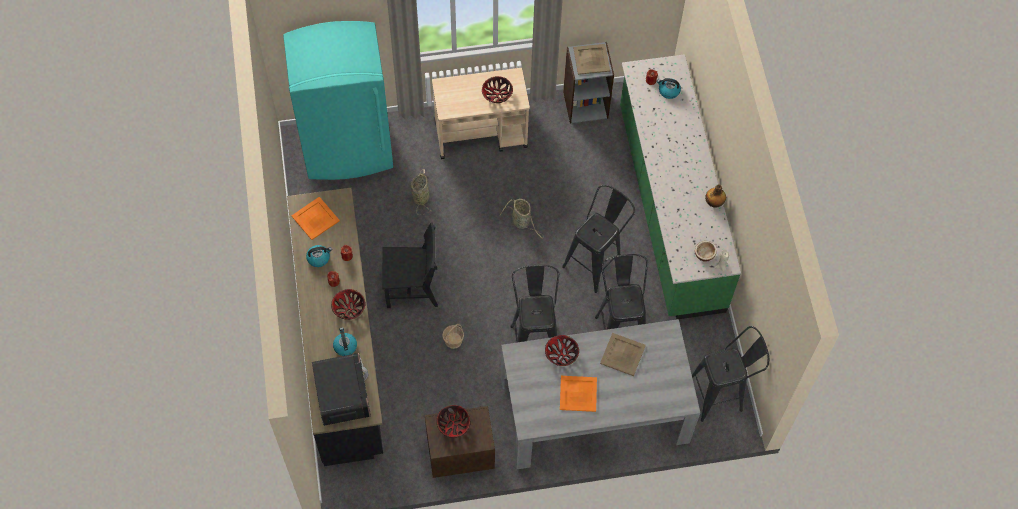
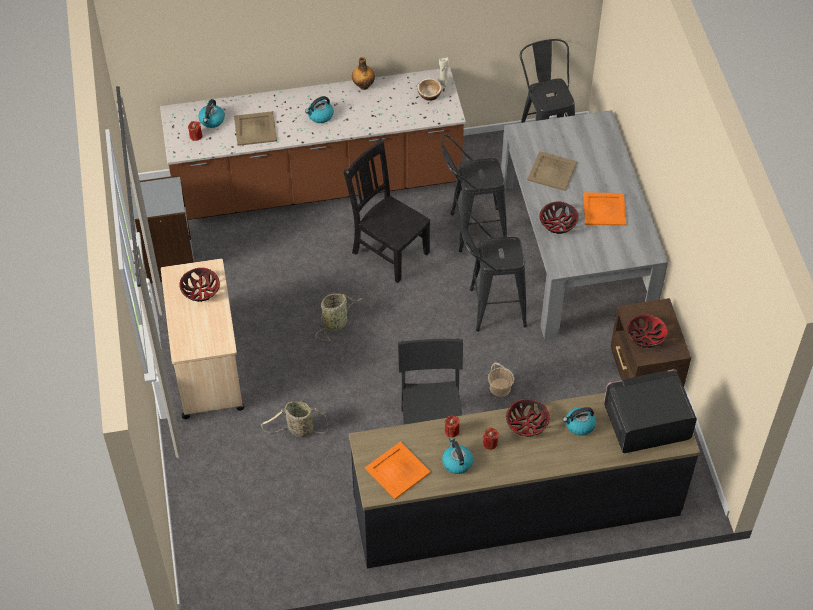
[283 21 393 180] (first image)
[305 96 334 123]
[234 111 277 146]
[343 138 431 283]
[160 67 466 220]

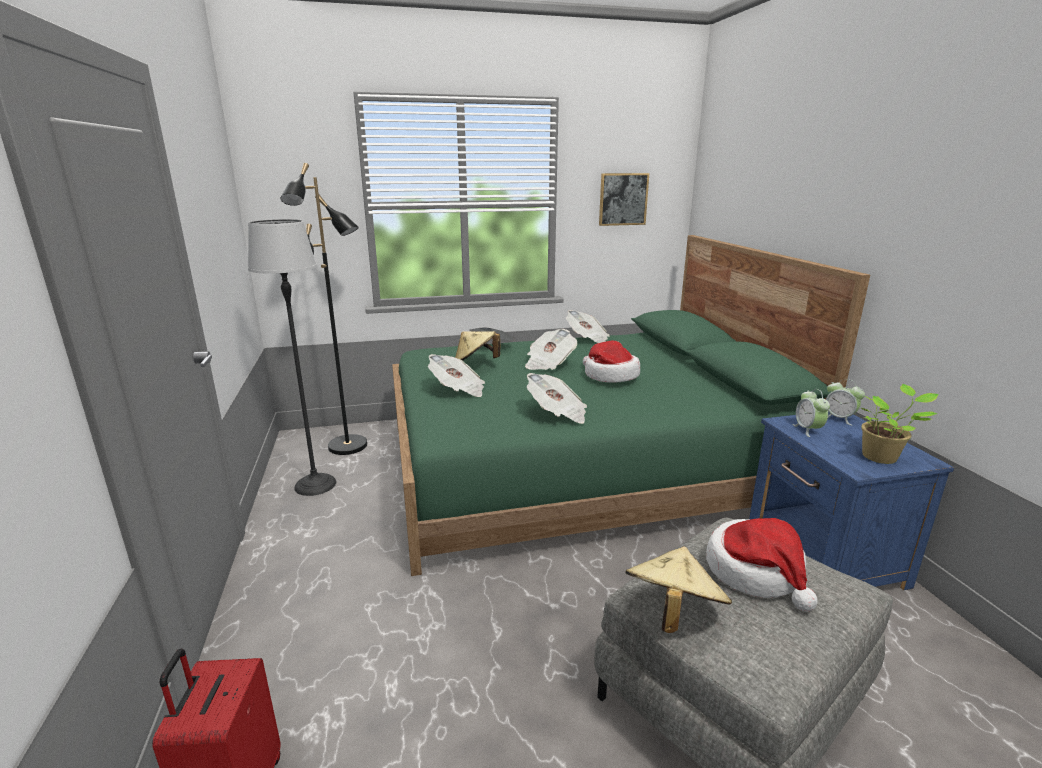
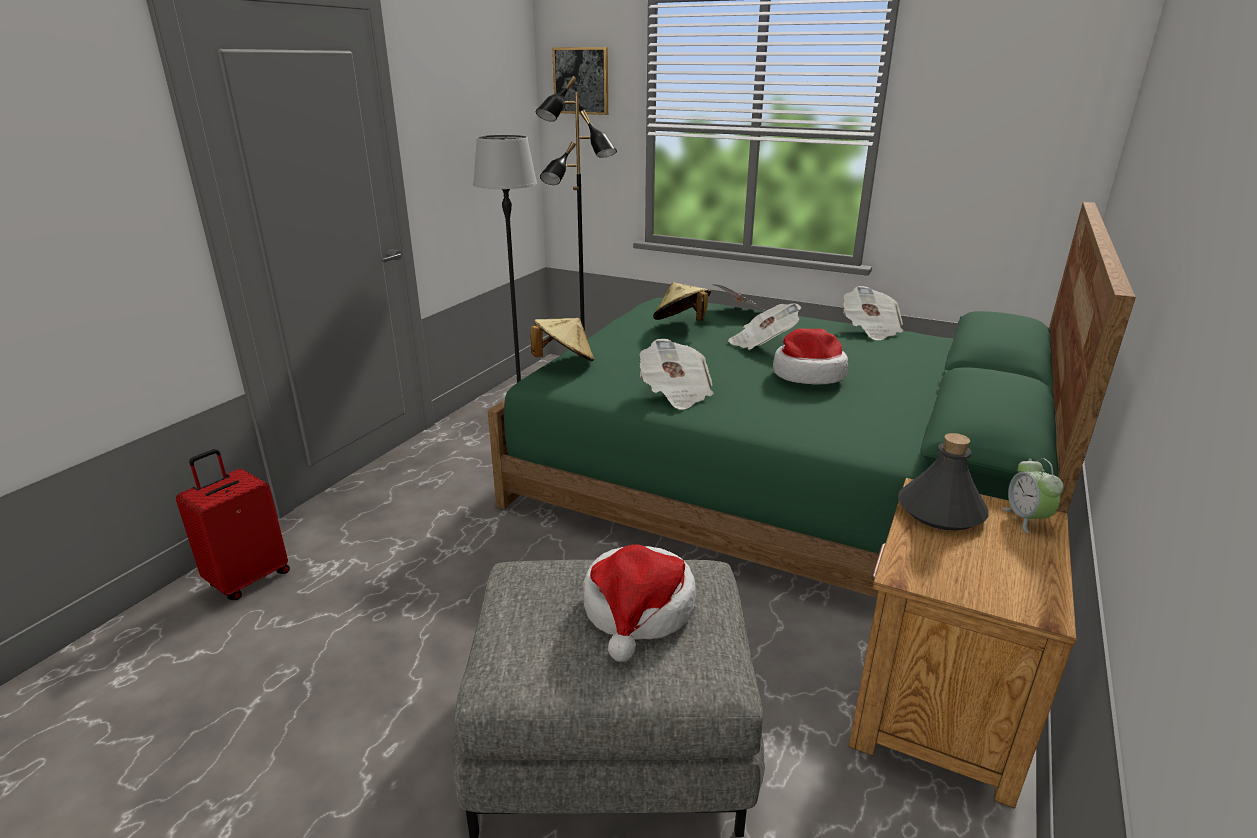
[428 354 485 397] (first image)
[860 384 939 464] (first image)
[552 47 608 115]
[531 318 594 361]
[898 433 989 531]
[848 478 1077 809]

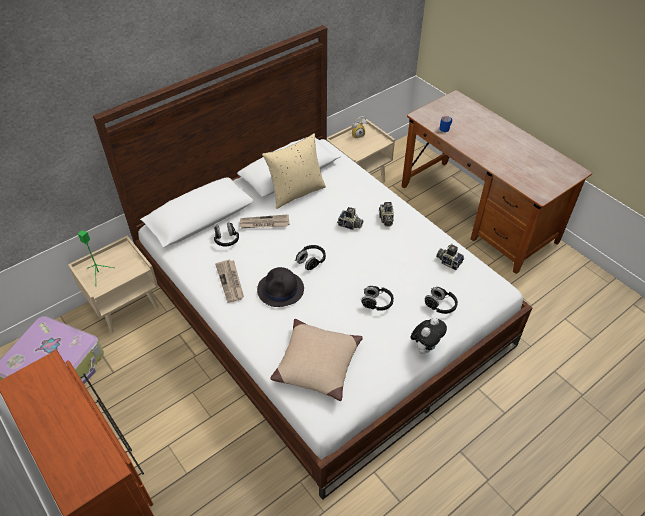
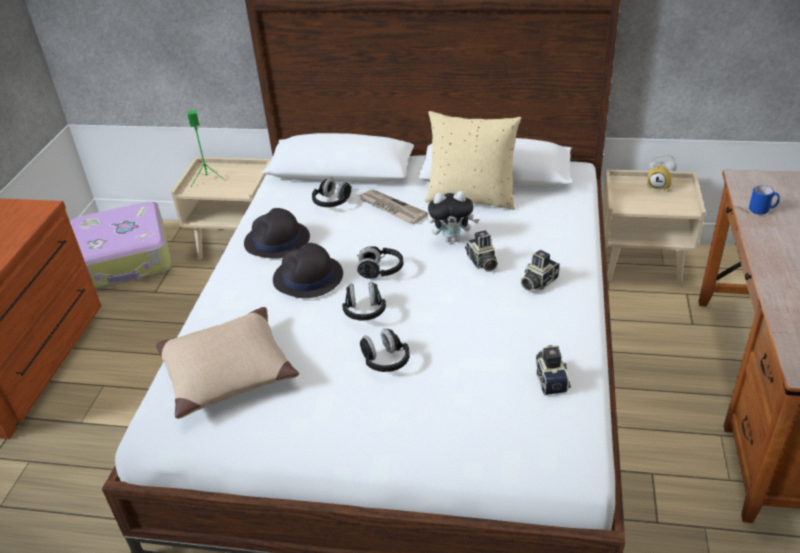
[428 191 479 242]
[342 282 386 321]
[244 208 310 259]

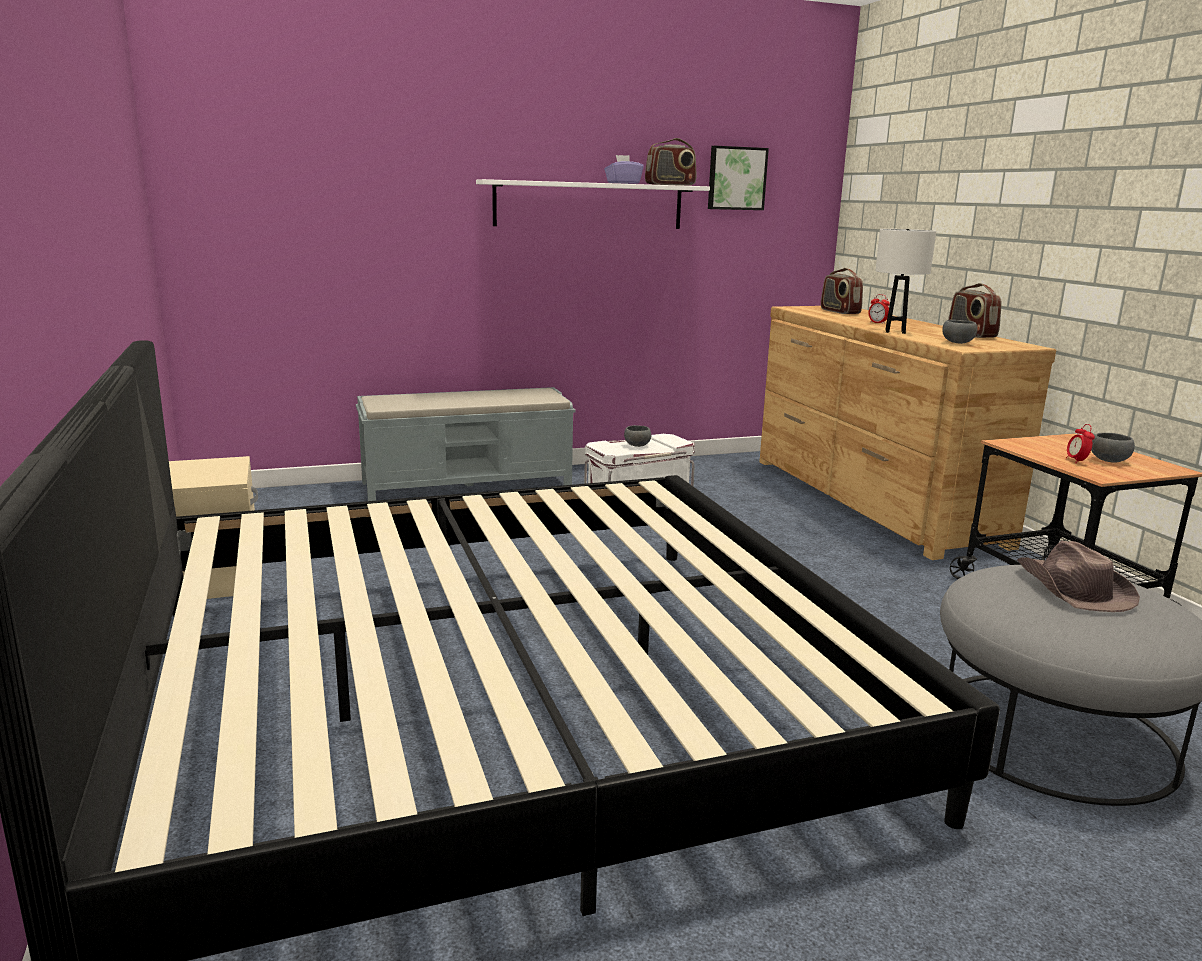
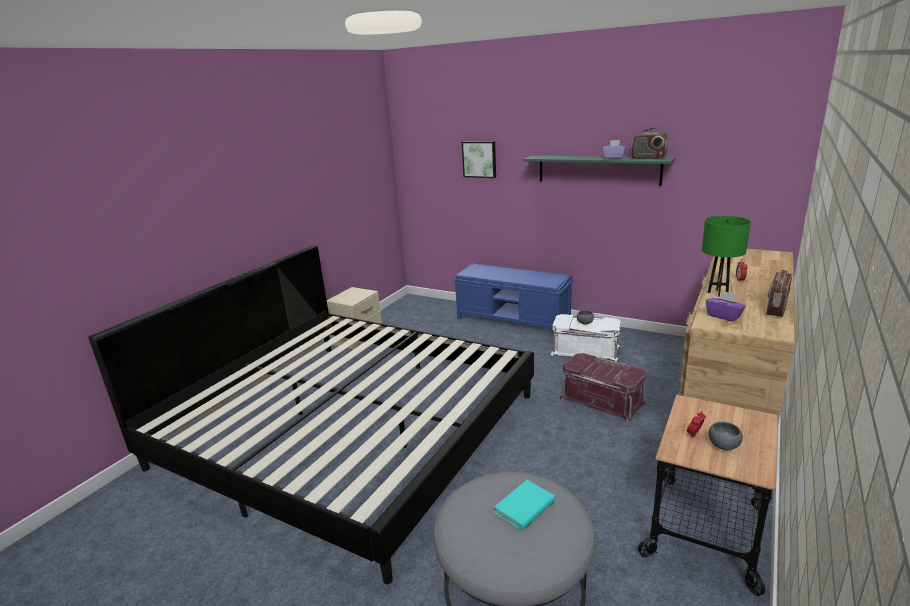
[821 268 863 314] (first image)
[560 353 647 423]
[462 141 496 178]
[706 291 746 322]
[494 480 555 531]
[454 263 573 328]
[523 156 675 186]
[702 216 751 297]

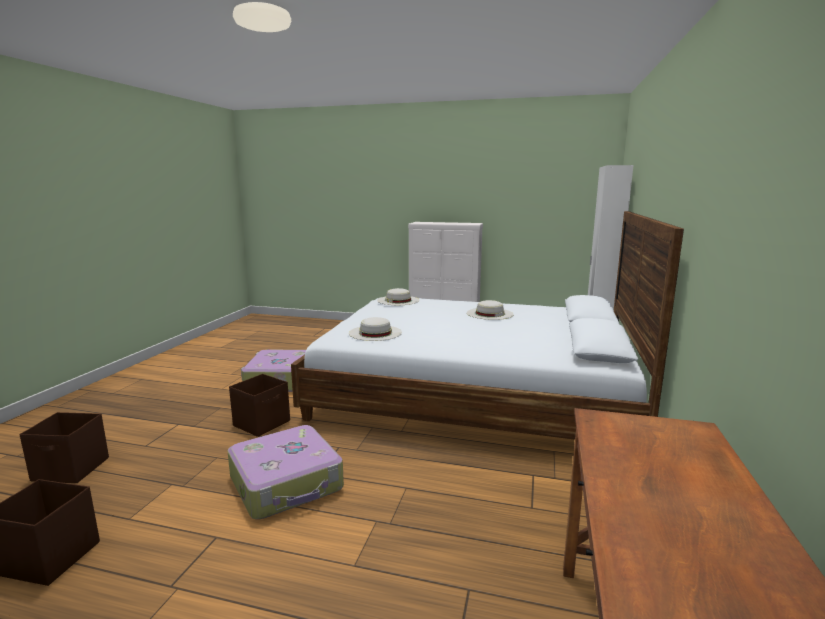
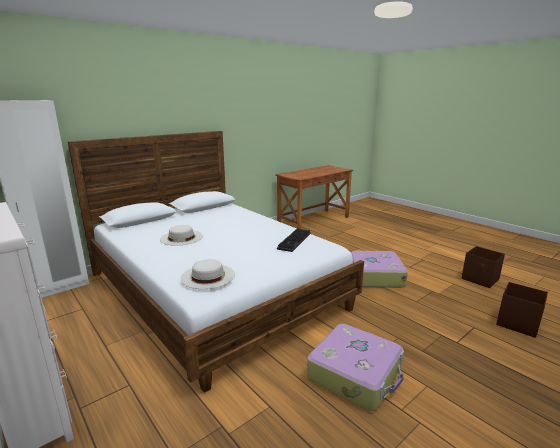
[229 374 290 437] (first image)
[277 228 311 252]

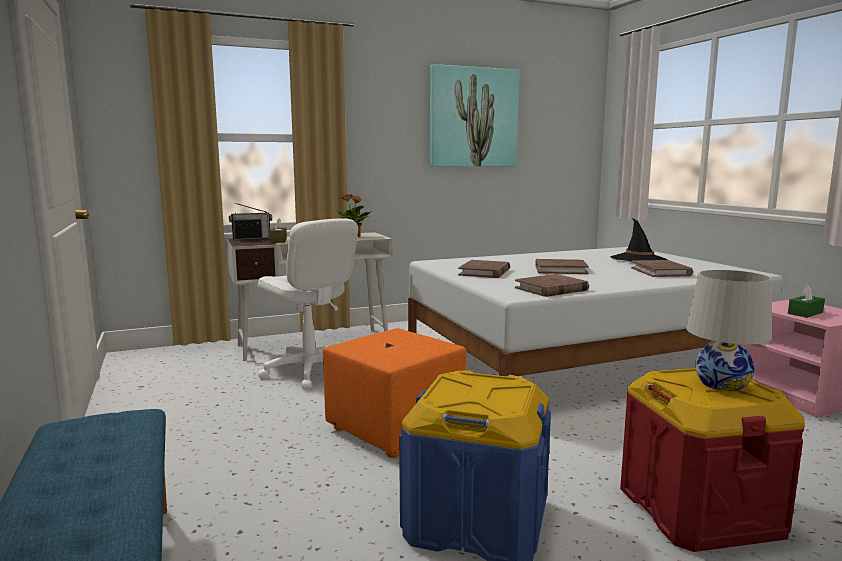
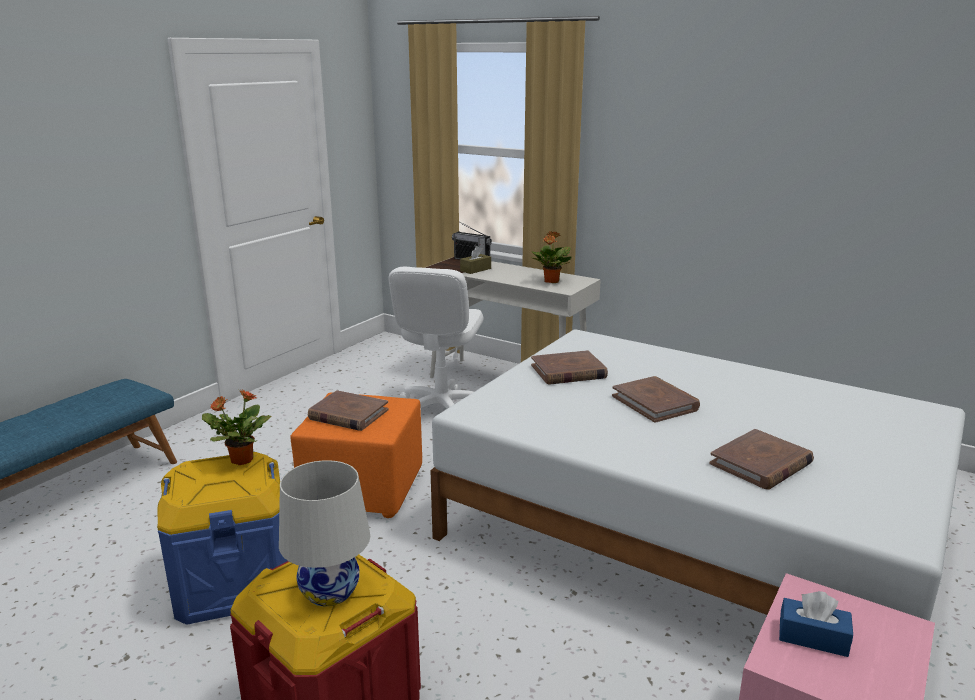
[430 64 519 166] (first image)
[611 218 668 261] (first image)
[202 389 271 465]
[308 390 389 431]
[779 591 853 657]

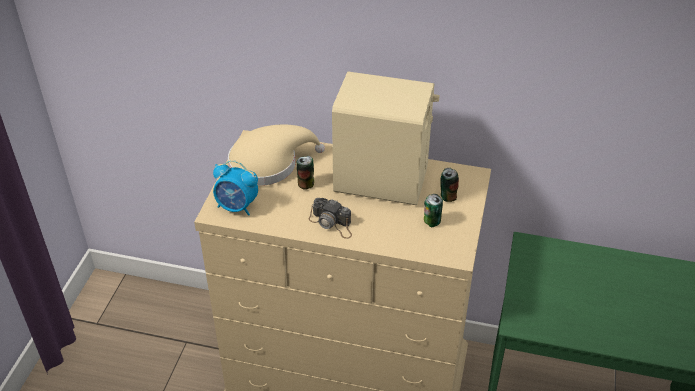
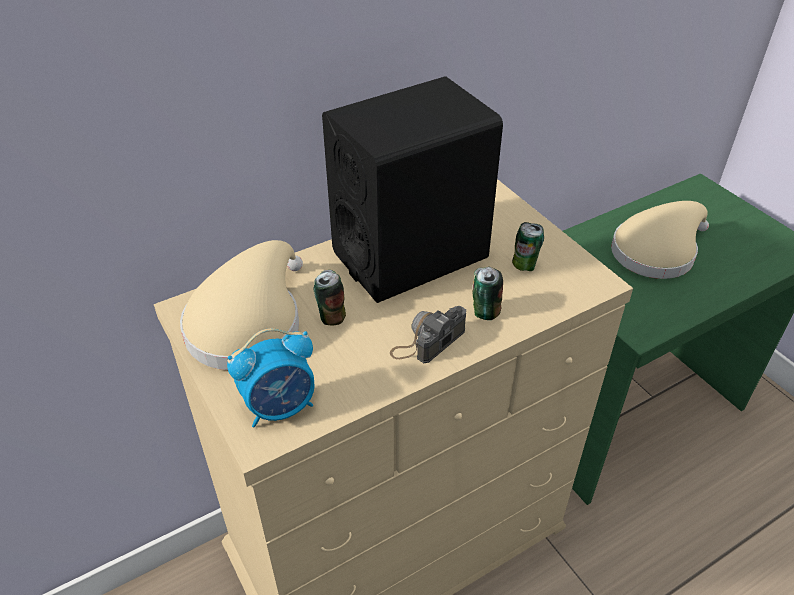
[611 201 709 279]
[472 267 503 320]
[322 76 503 303]
[390 306 466 363]

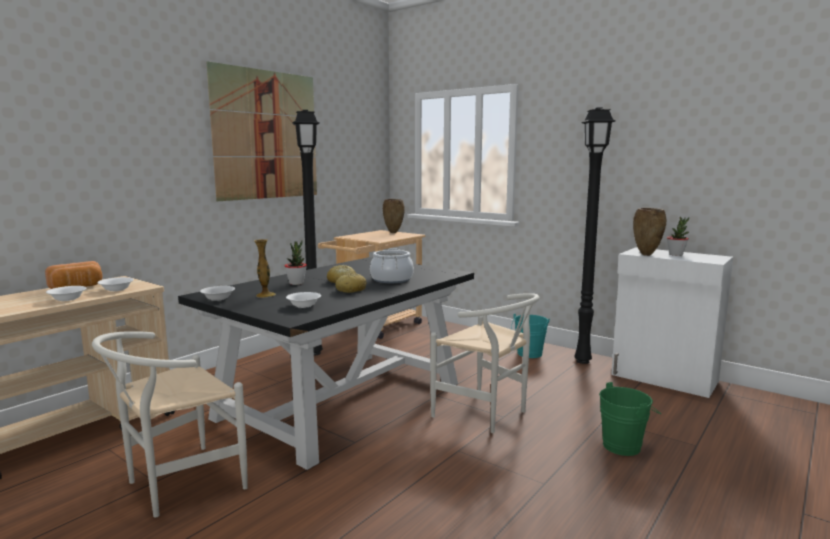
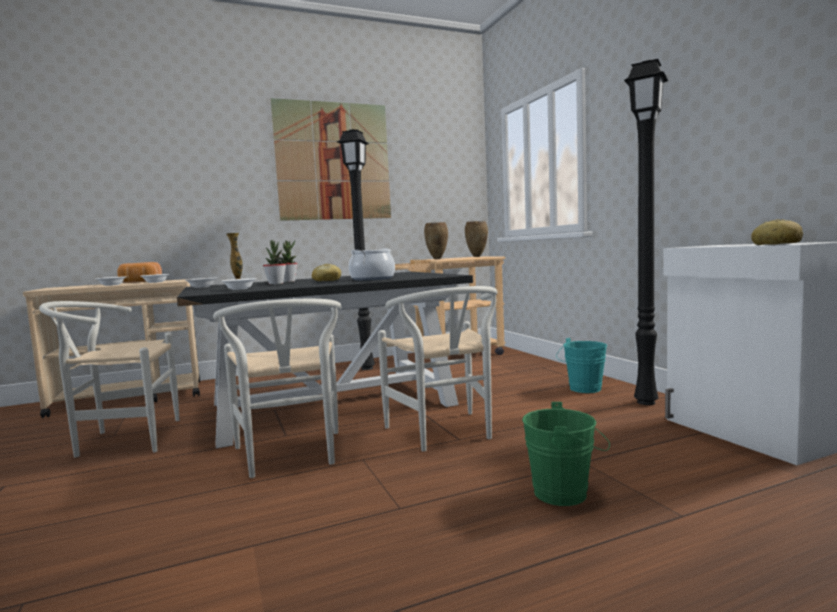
[213 299 341 478]
[751 219 803 245]
[424 222 448 259]
[263 240 286 285]

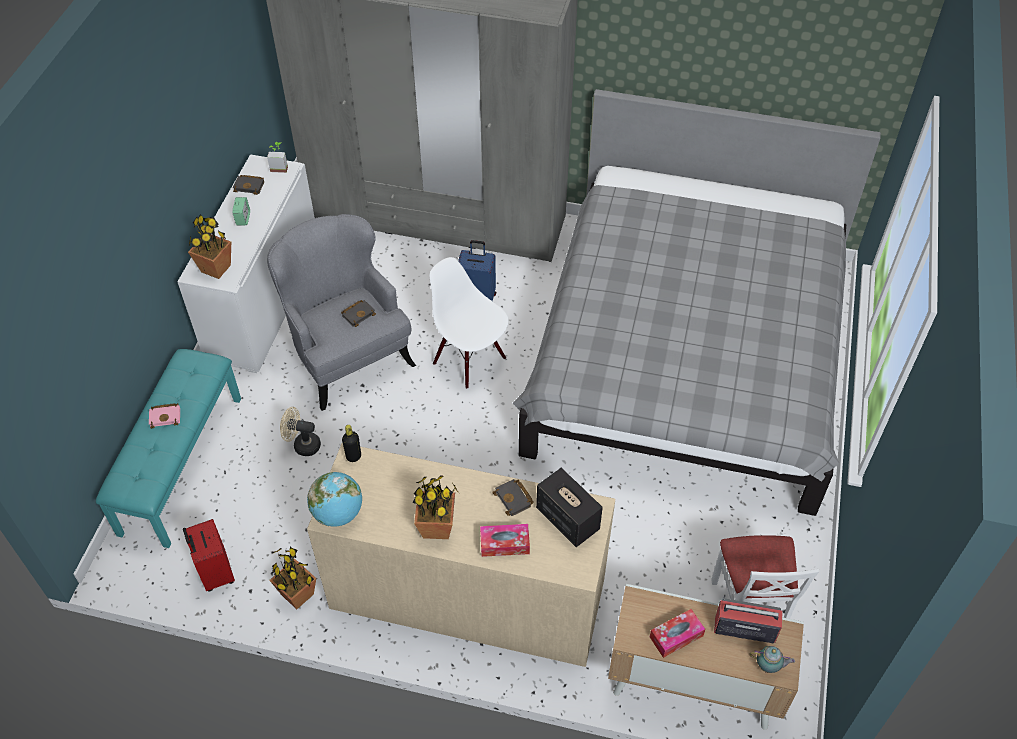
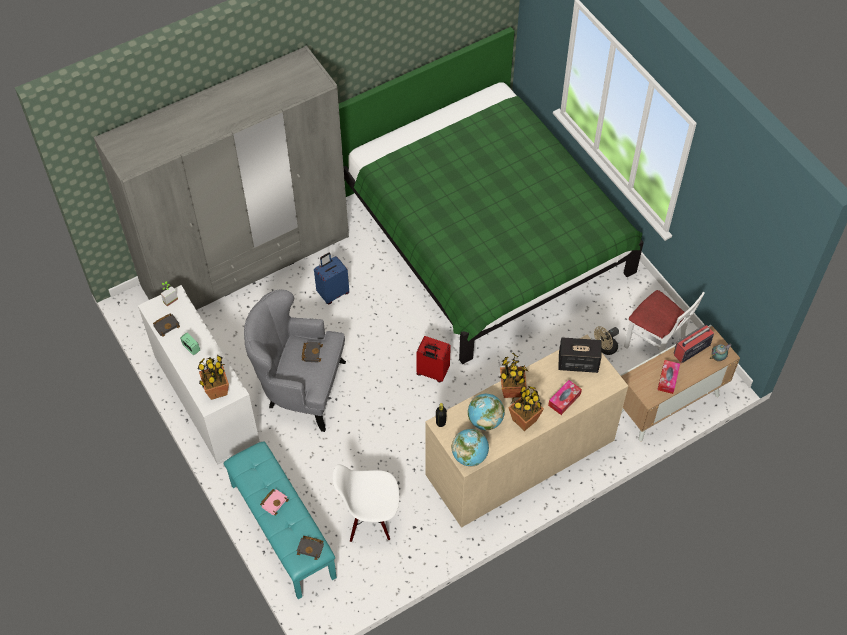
[468 394 505 431]
[416 336 451 382]
[500 353 528 398]
[594 326 619 355]
[333 464 399 542]
[297 536 324 560]
[339 27 644 364]

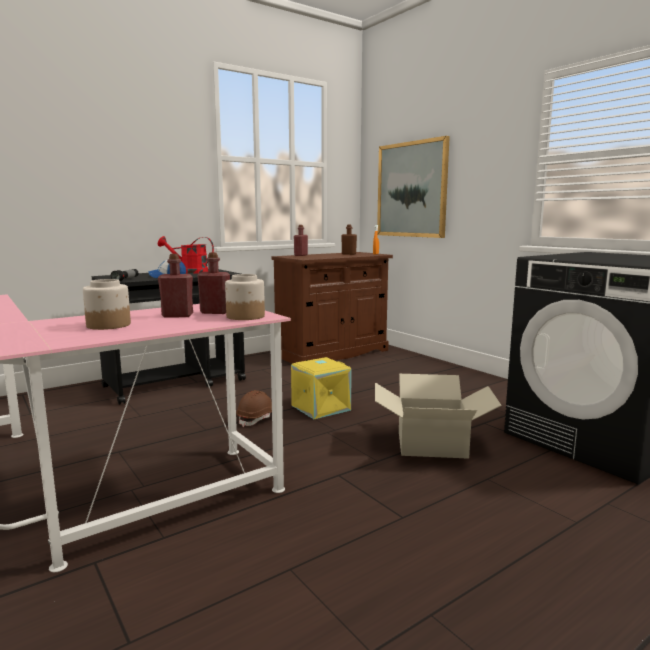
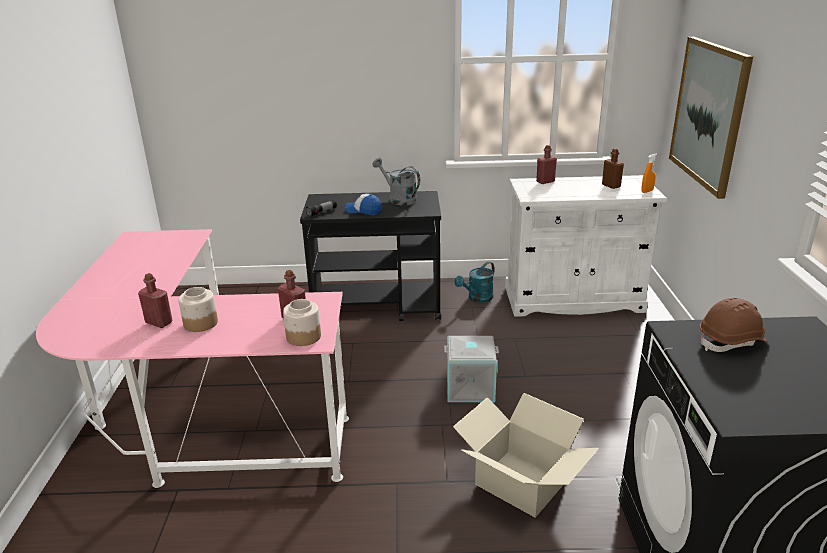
[455 262 494 303]
[138 273 172 328]
[700 298 769 352]
[373 158 420 205]
[505 175 667 317]
[444 336 499 402]

